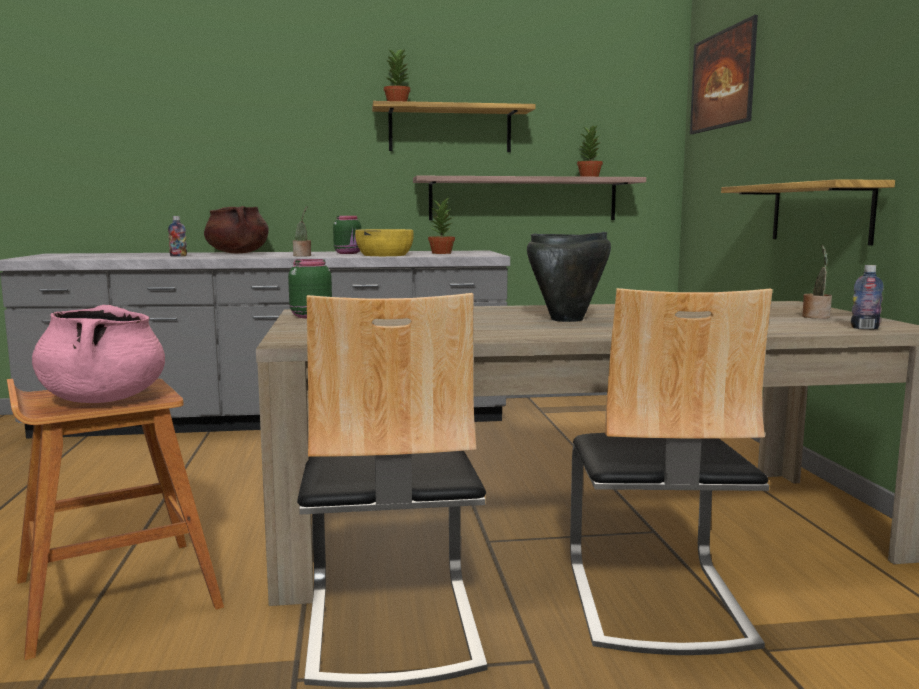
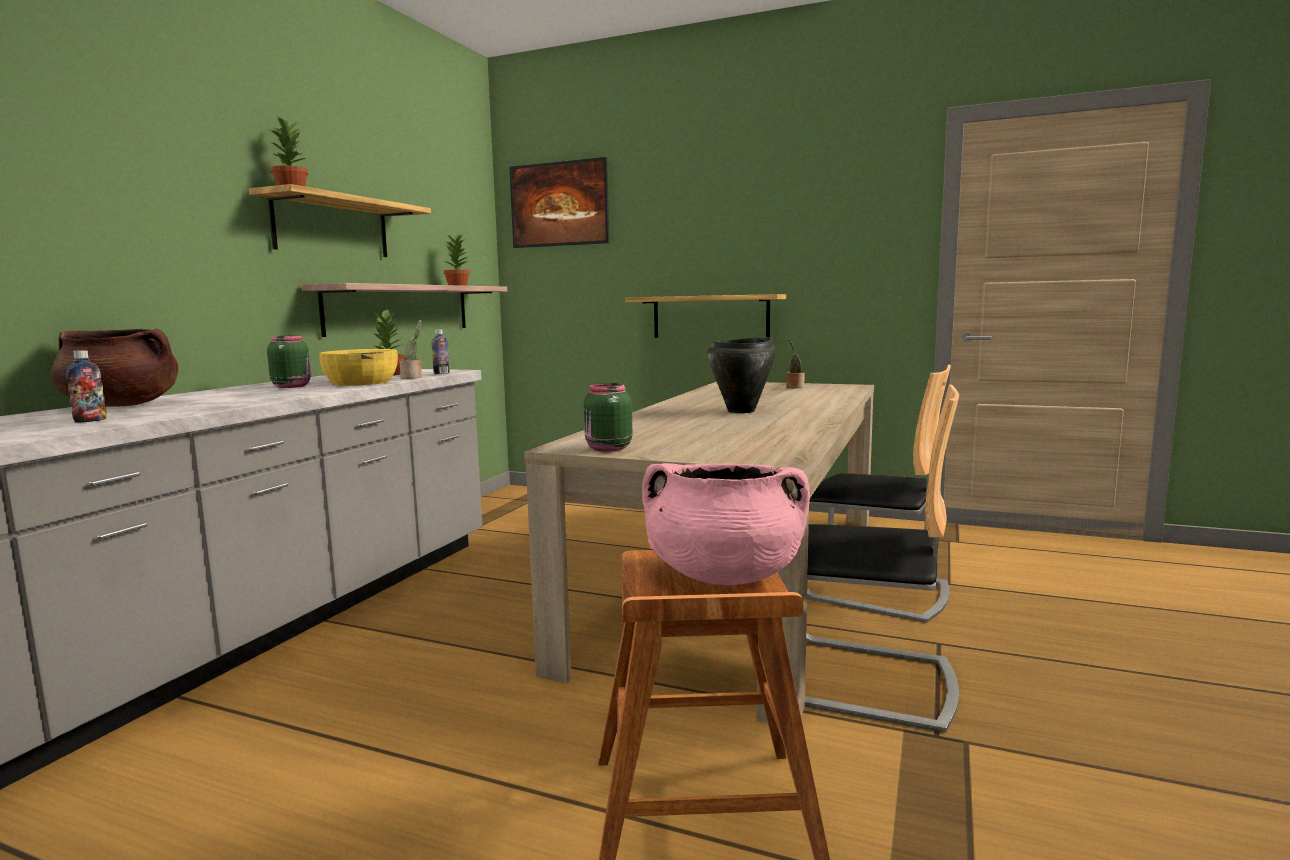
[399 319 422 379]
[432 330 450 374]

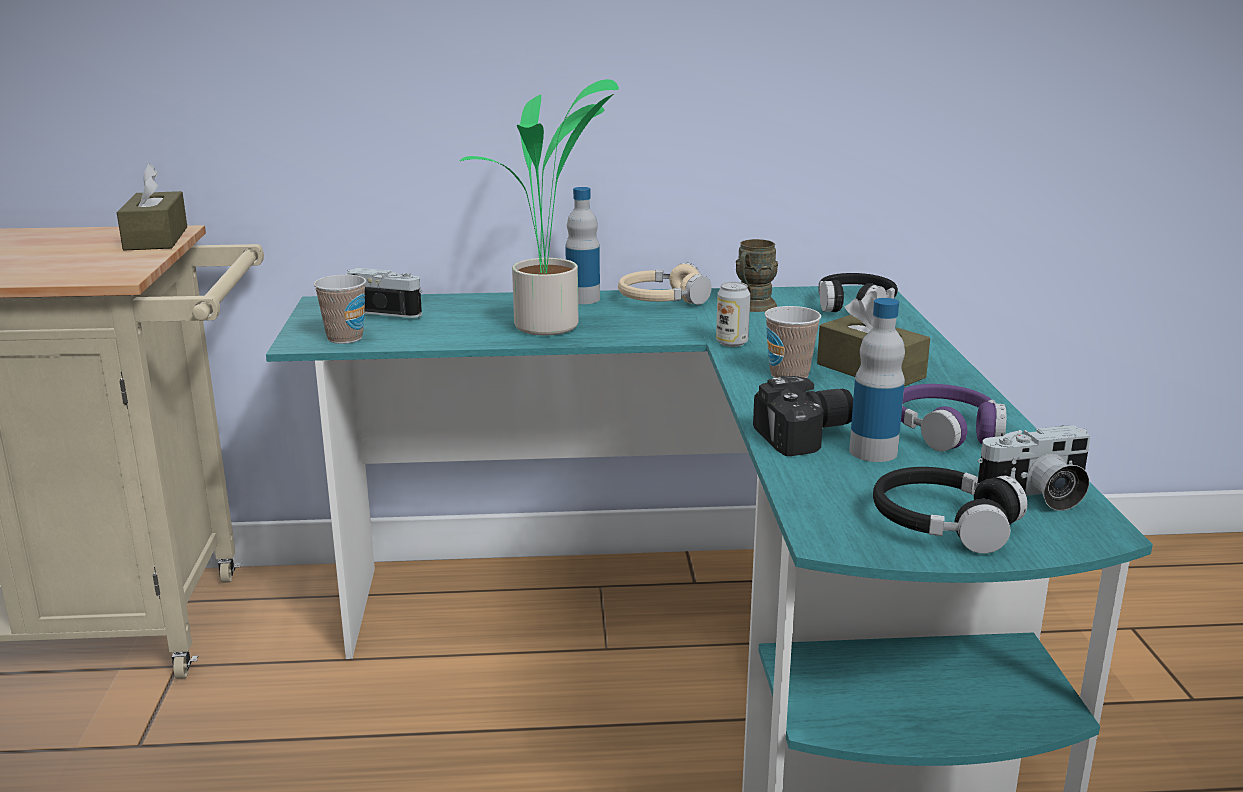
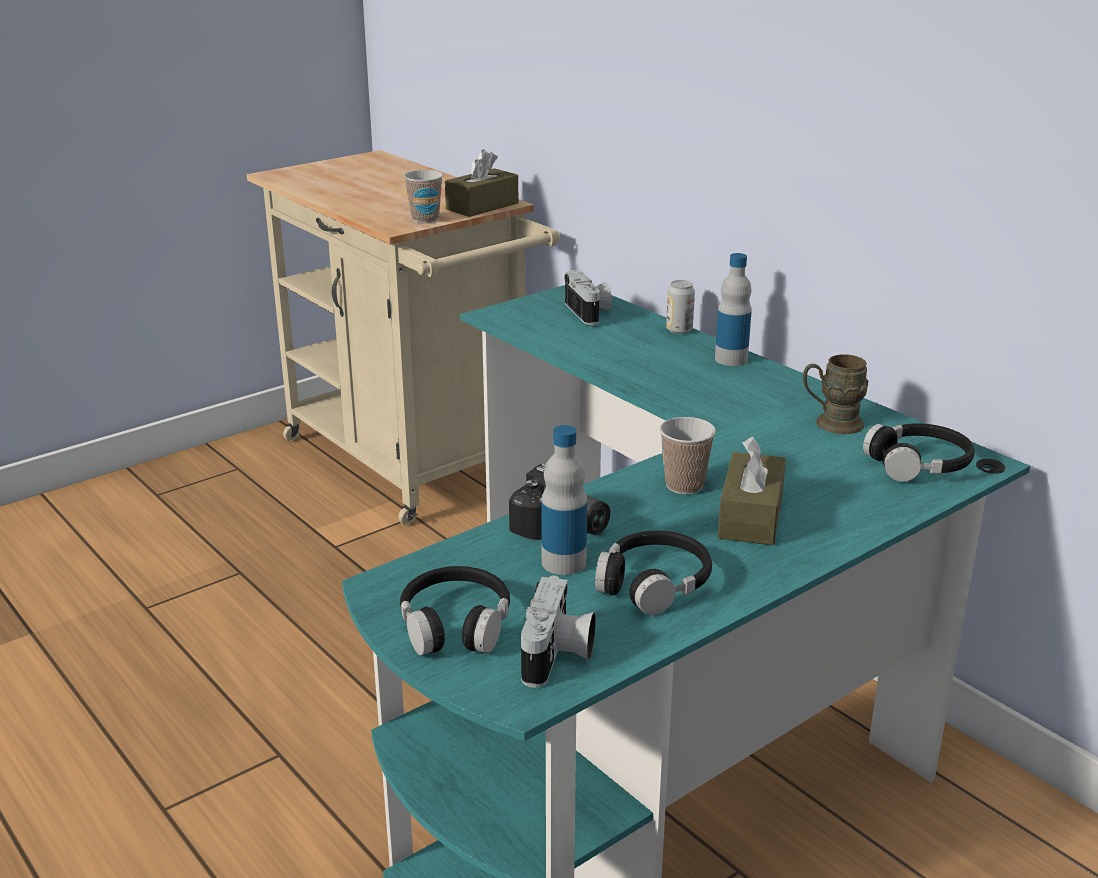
[459 79 619 336] (first image)
[618 262 712 305] (first image)
[404 170 443 223]
[666 280 695 334]
[595 531 712 615]
[521 575 596 688]

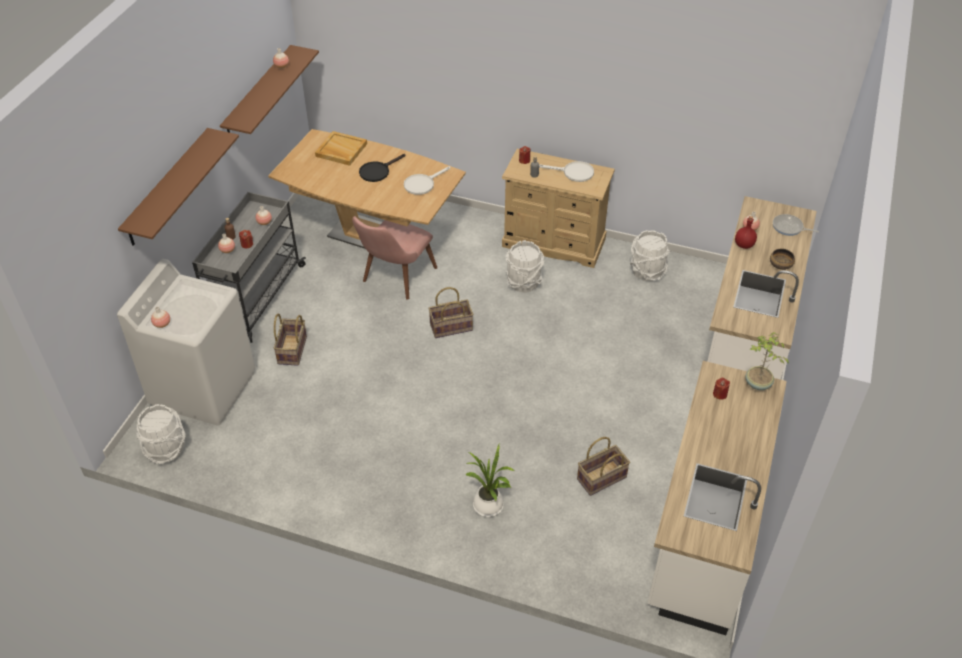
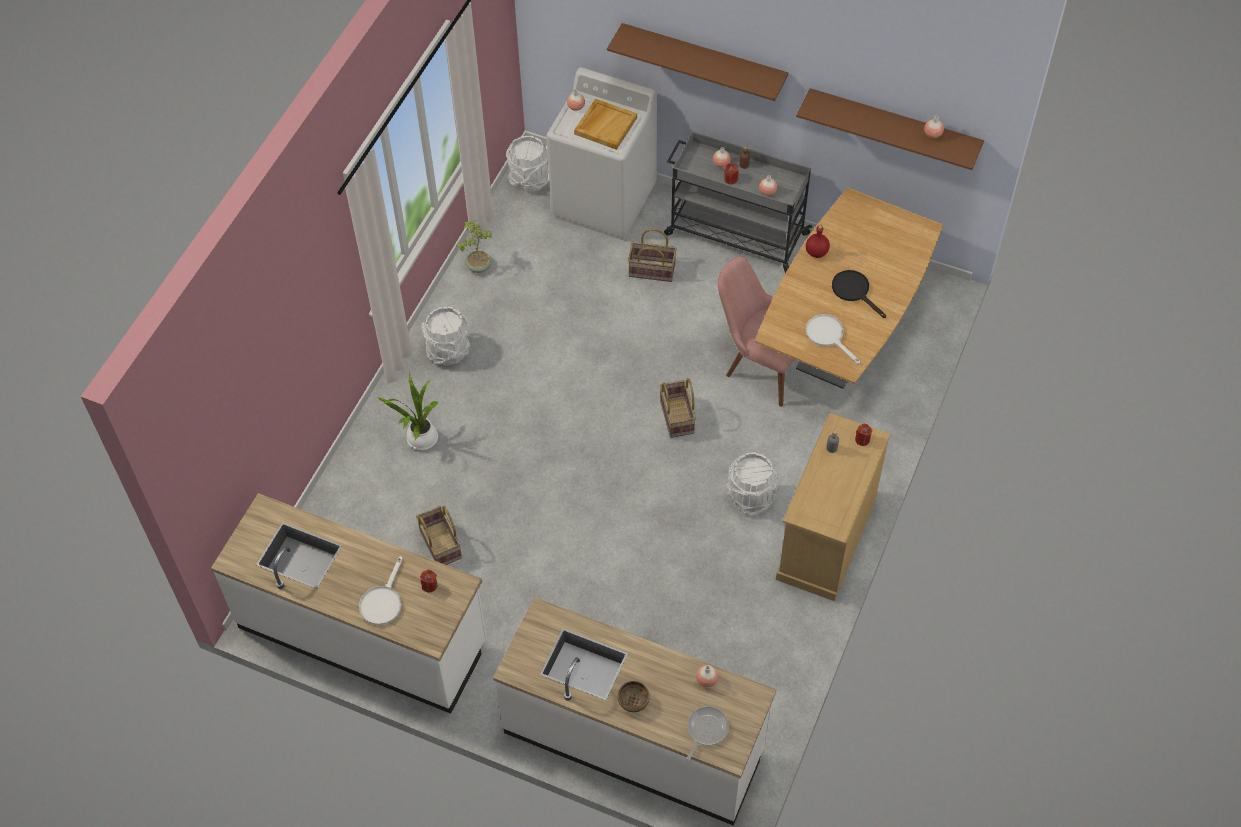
[574 99 637 150]
[359 556 403 625]
[421 307 470 365]
[806 225 830 258]
[456 220 492 273]

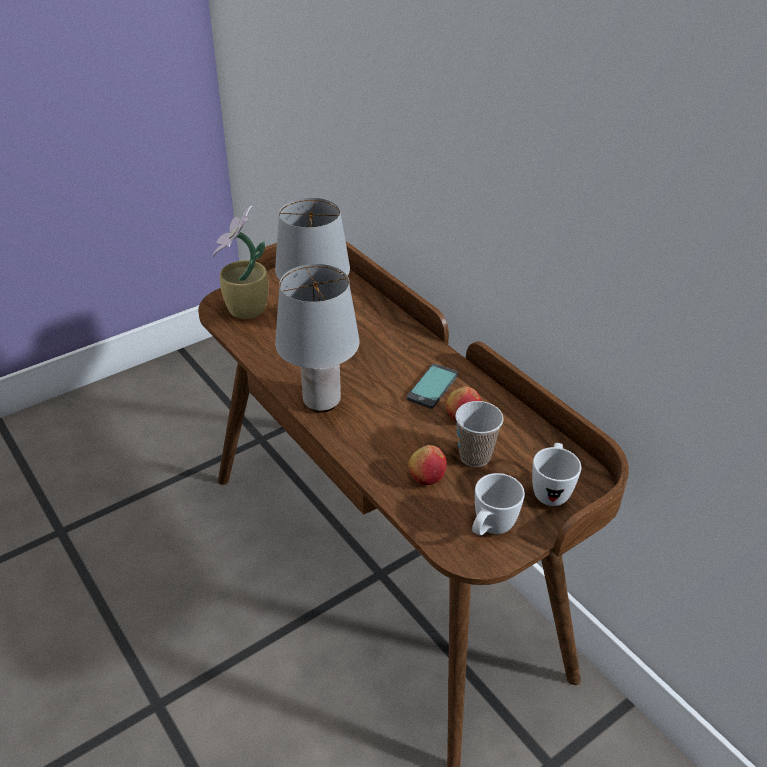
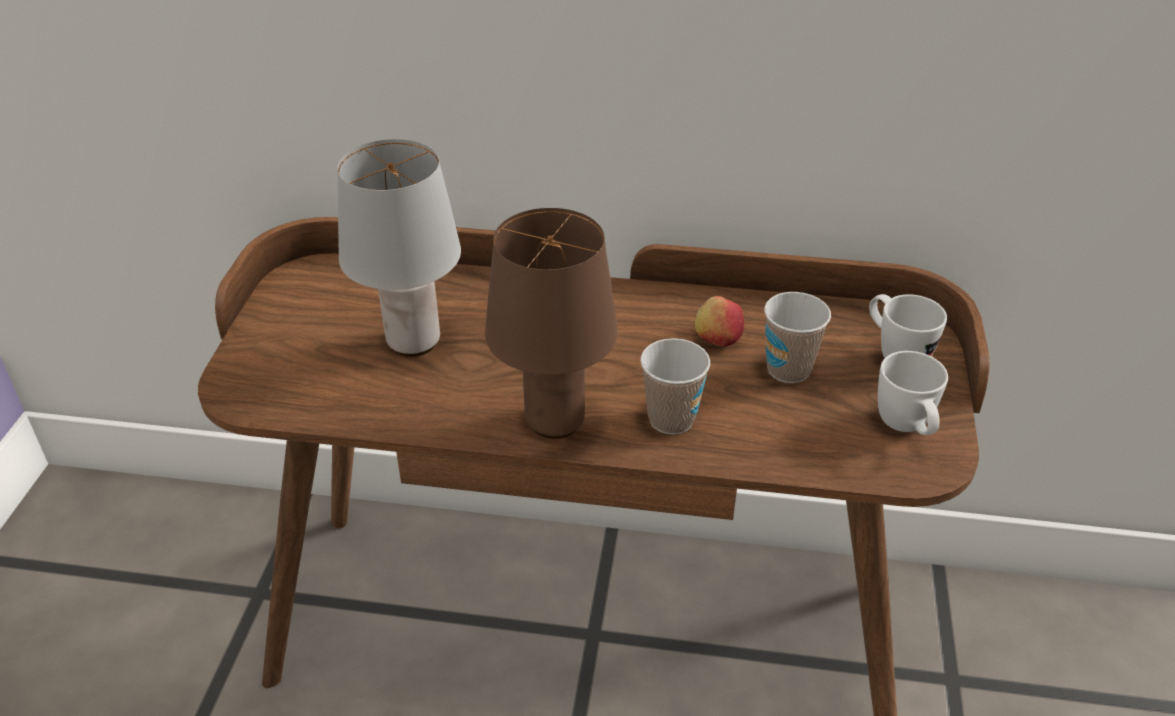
[213 205 269 319] (first image)
[407 364 458 409] (first image)
[408 445 447 485] (first image)
[640 338 710 434]
[485 208 618 439]

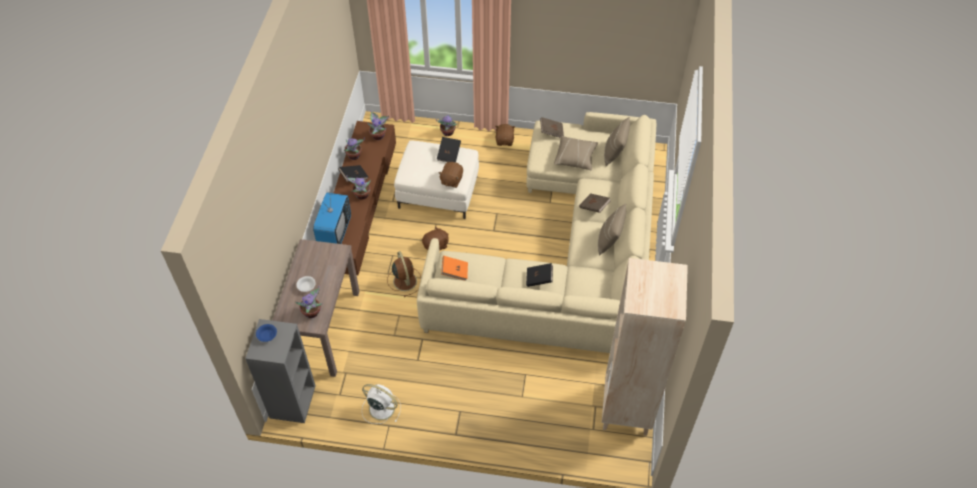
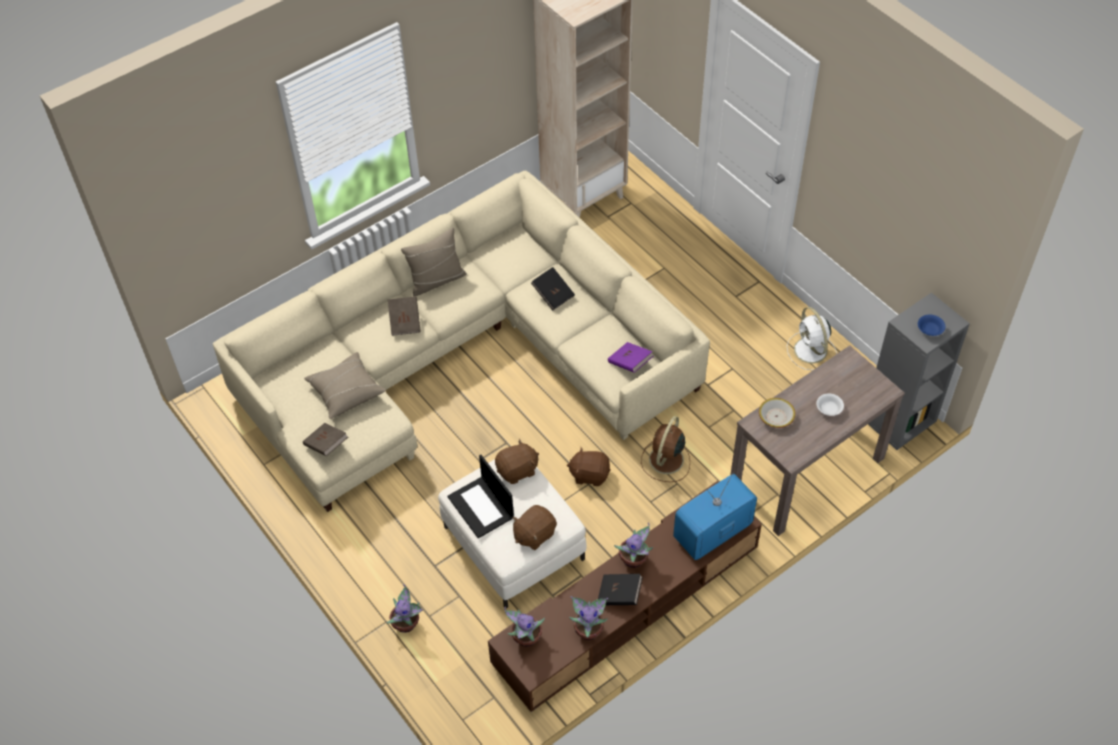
[295 285 322 318] (first image)
[604 117 630 166] (first image)
[759 398 795 428]
[512 505 557 550]
[448 455 514 538]
[608 342 654 373]

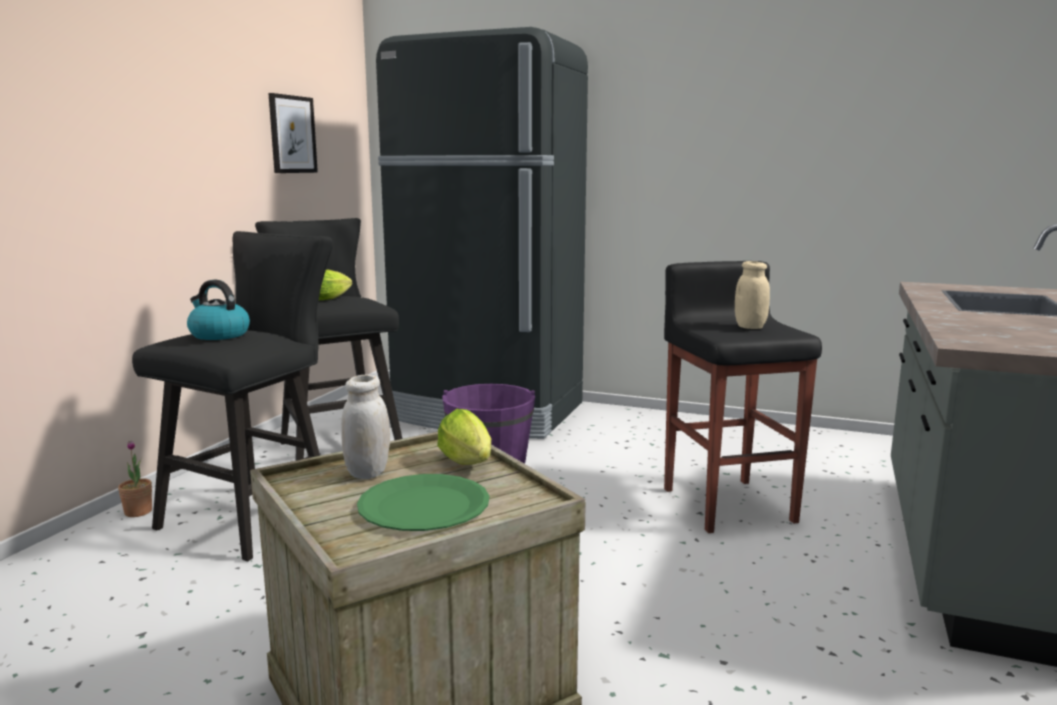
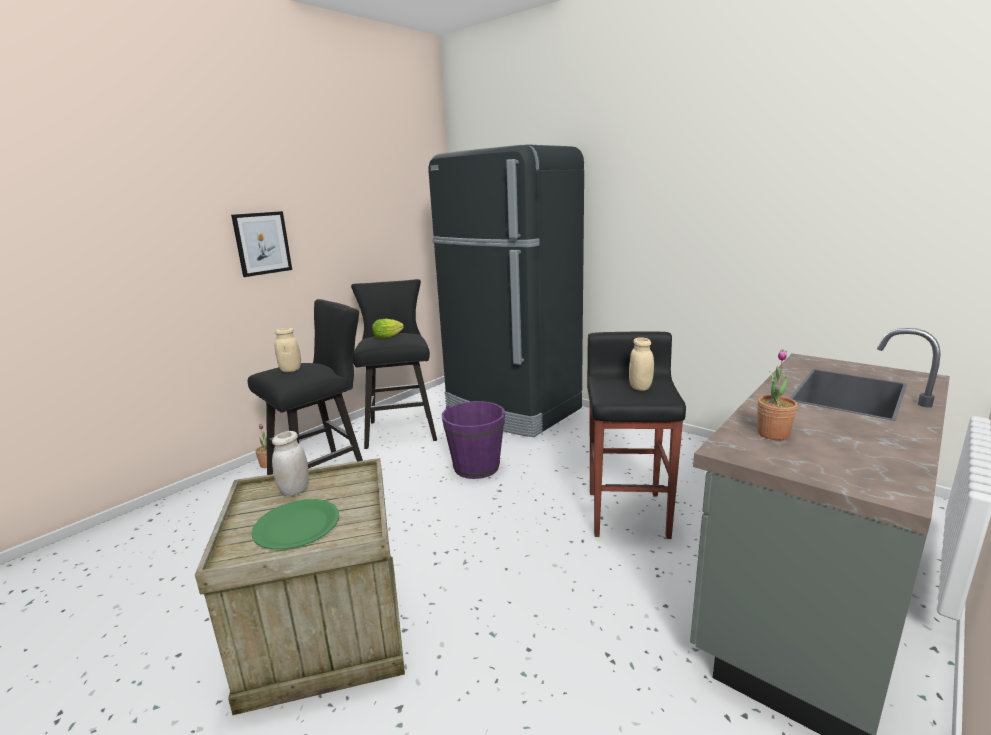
[437 409 491 465] (first image)
[757 349 797 440]
[231 211 292 277]
[275 328 301 372]

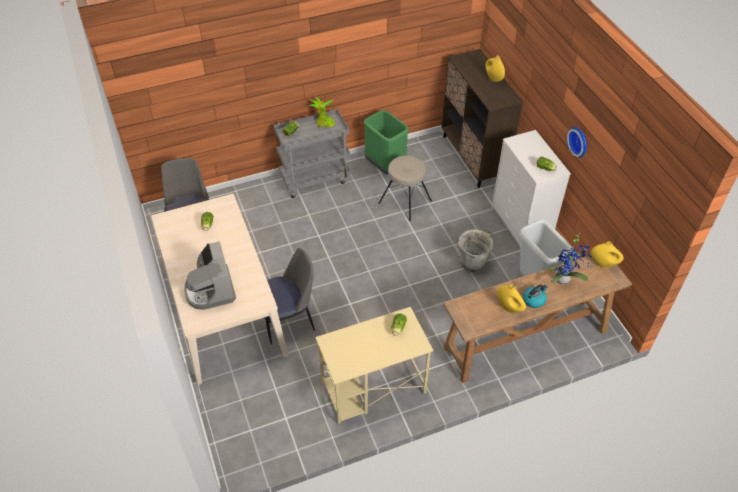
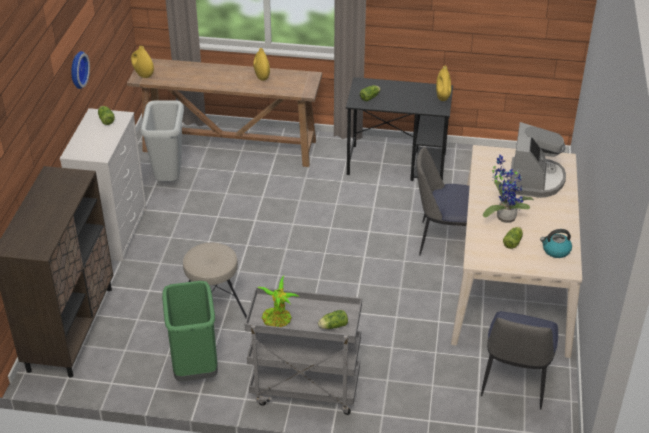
[458 229 495 273] (first image)
[436 66 451 101]
[540 229 572 258]
[483 155 534 223]
[346 77 453 181]

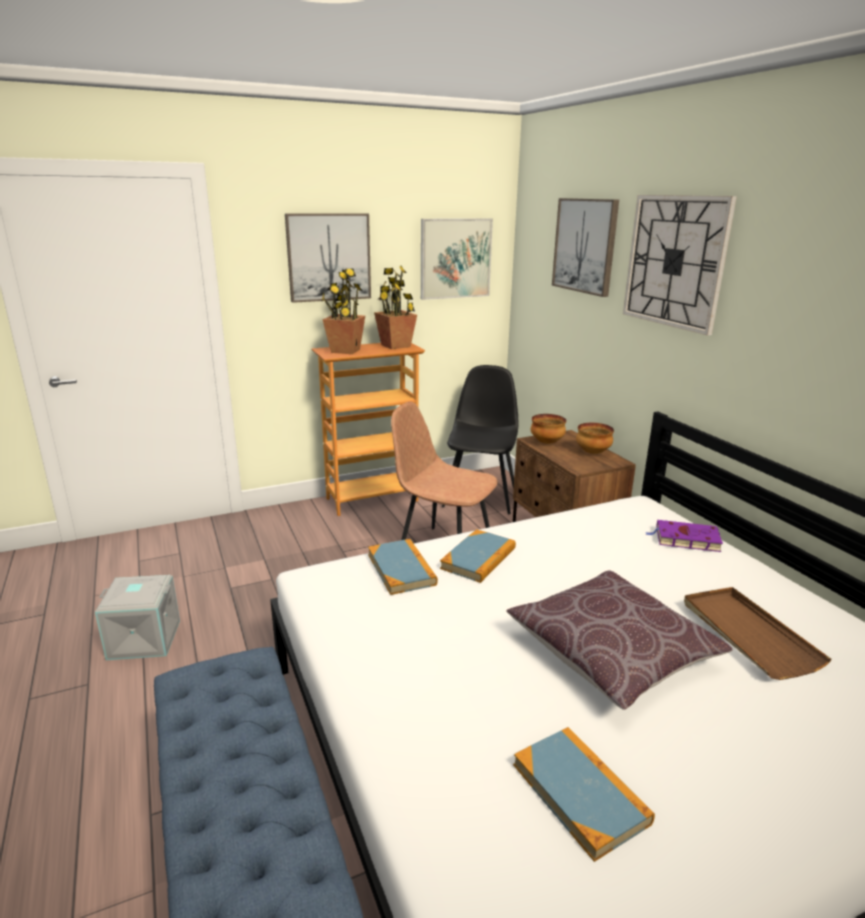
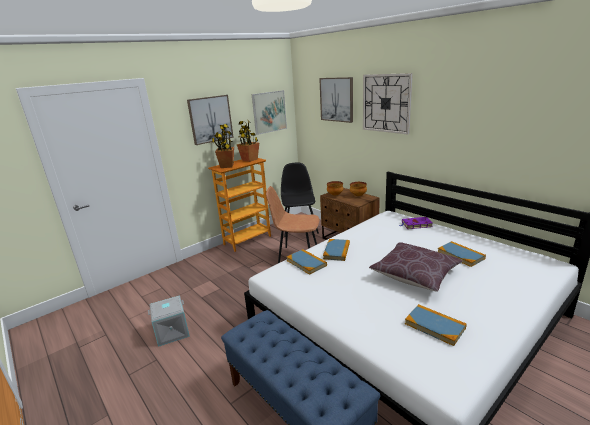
[438 241 486 267]

